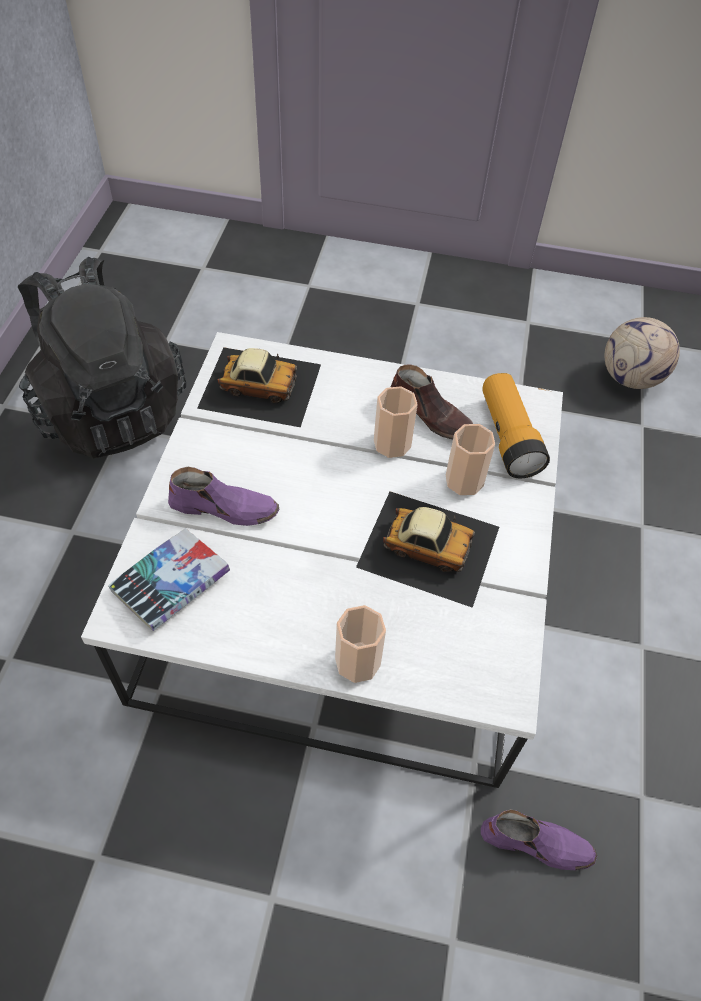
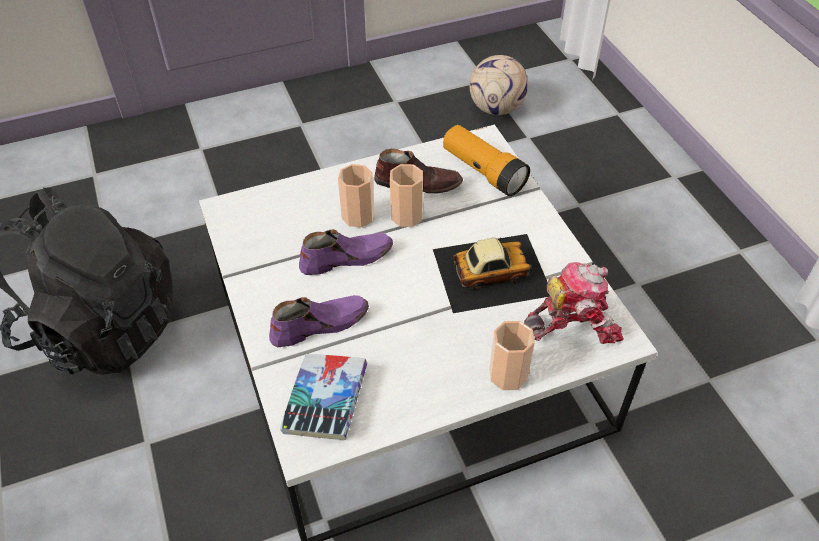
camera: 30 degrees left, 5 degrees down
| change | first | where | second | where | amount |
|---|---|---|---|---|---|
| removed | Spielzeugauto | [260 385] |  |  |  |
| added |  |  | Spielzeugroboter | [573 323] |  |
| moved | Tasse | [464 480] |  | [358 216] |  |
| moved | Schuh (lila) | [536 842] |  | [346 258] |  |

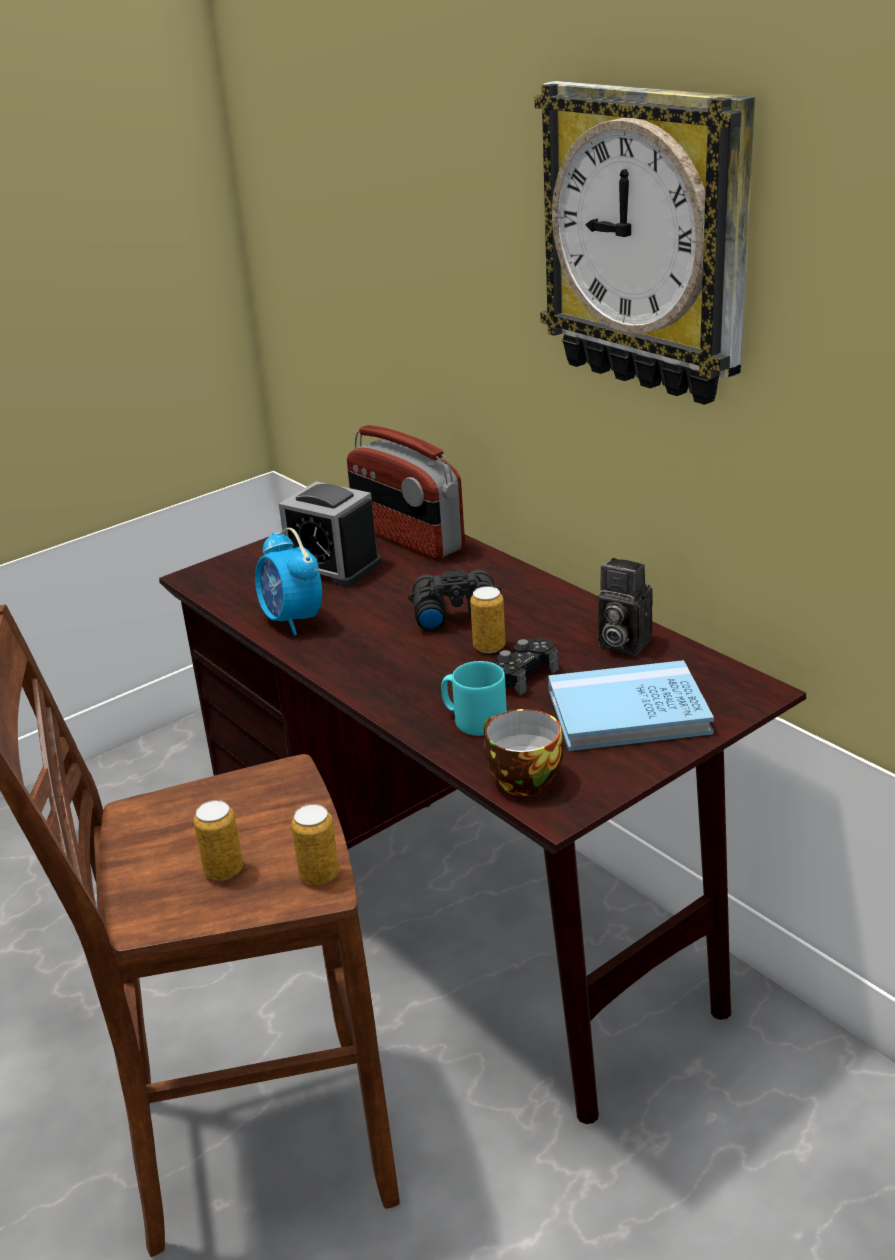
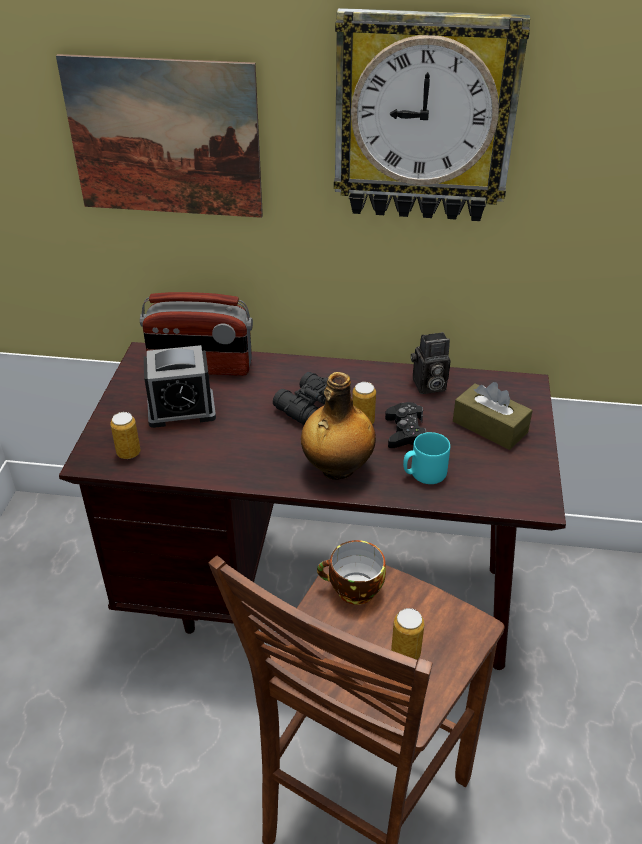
camera: 45 degrees left, 10 degrees up
| change | first | where | second | where | amount |
|---|---|---|---|---|---|
| removed | Wecker | [292 620] |  |  |  |
| added |  |  | Bild | [164 138] |  |
| added |  |  | Flasche | [336 469] |  |
| moved | Dose | [319 875] |  | [128 453] |  |
| moved | Tasse | [520 779] |  | [353 590] |  |
| replaced | Buch (blau) | [628 712] | Taschentuchbox (braun) | [489 427] |  |

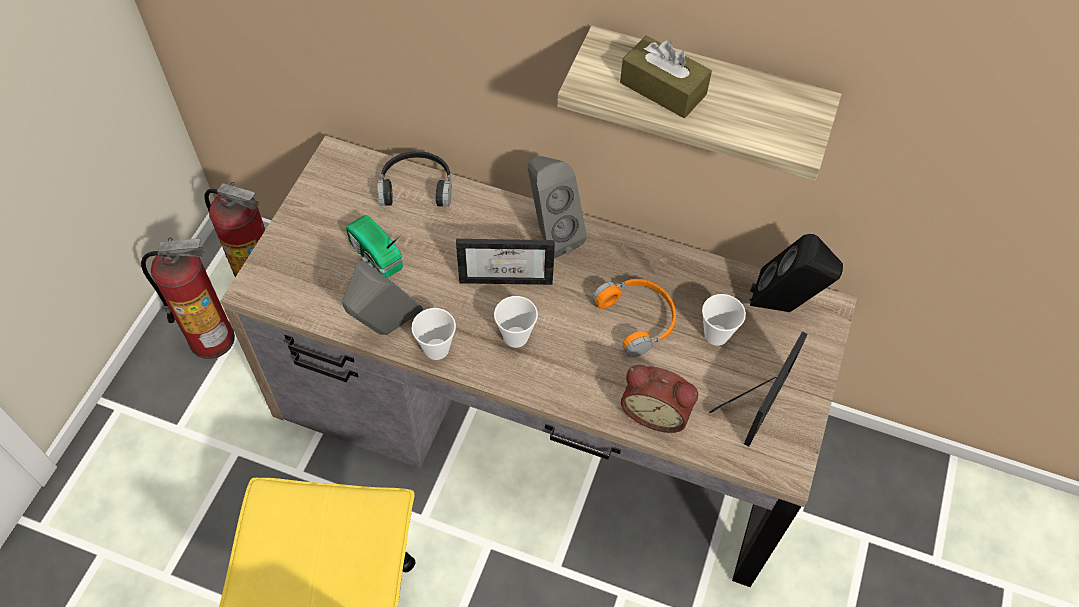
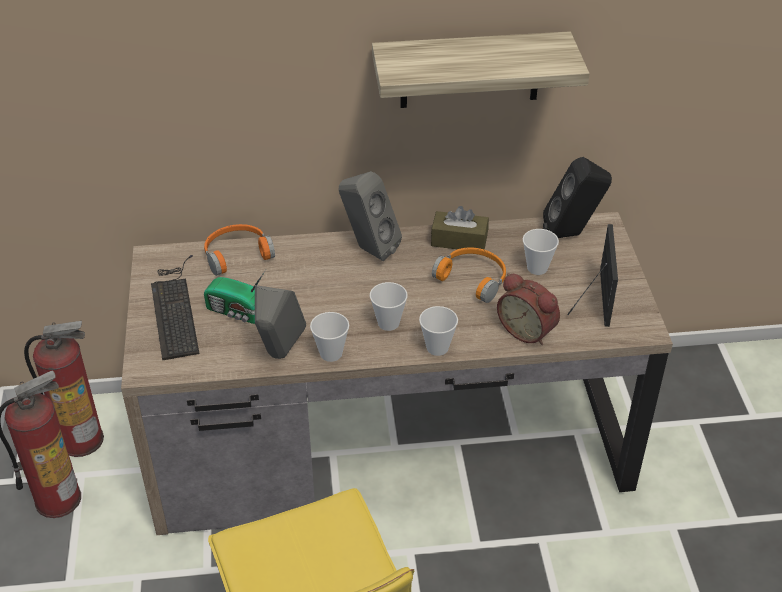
camera: 25 degrees left, 15 degrees down
| change | first | where | second | where | amount |
|---|---|---|---|---|---|
| removed | Bilderrahmen | [508 274] |  |  |  |
| added |  |  | Tastatur | [175 308] |  |
| added |  |  | Tasse | [437 347] |  |
| moved | Taschentuchbox (braun) | [663 88] |  | [459 240] |  |
| recoloured | Kopfhörer (schwarz) | [416 186] | Kopfhörer (orange) | [237 254] |  |
| turned | Wecker | [656 411] |  | [528 330] | 45 degrees clockwise |

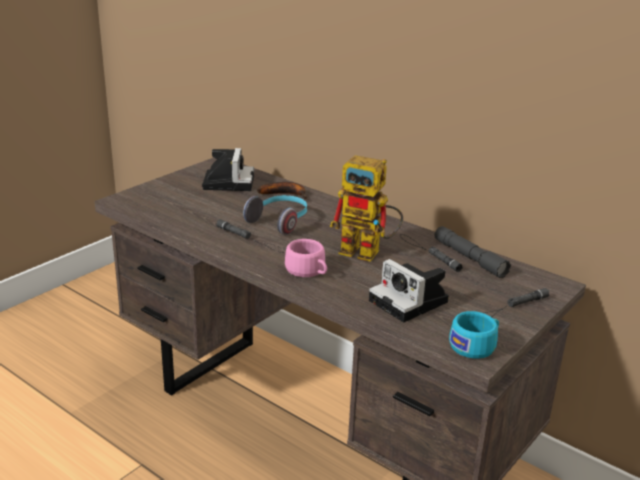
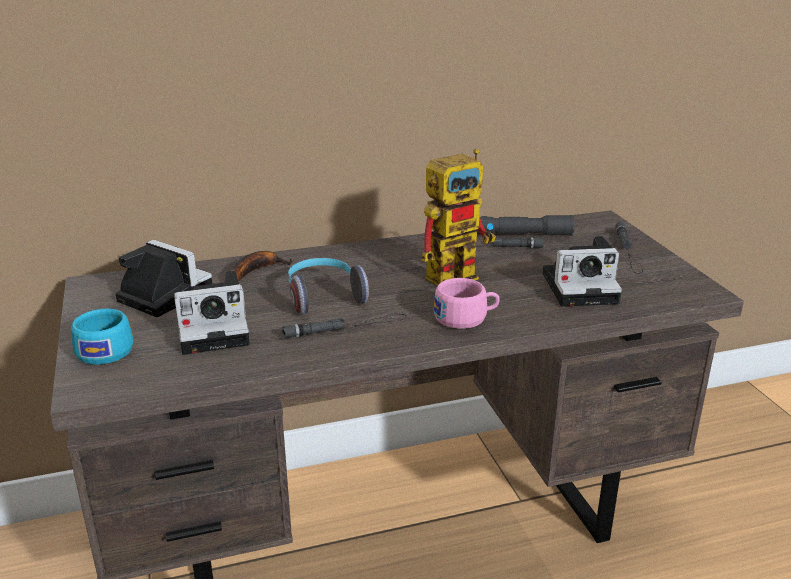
camera: 55 degrees left, 0 degrees up
| change | first | where | second | where | amount |
|---|---|---|---|---|---|
| added |  |  | Kamera | [216 329] |  |
| moved | Tasse (türkis) | [476 345] |  | [107 349] |  |

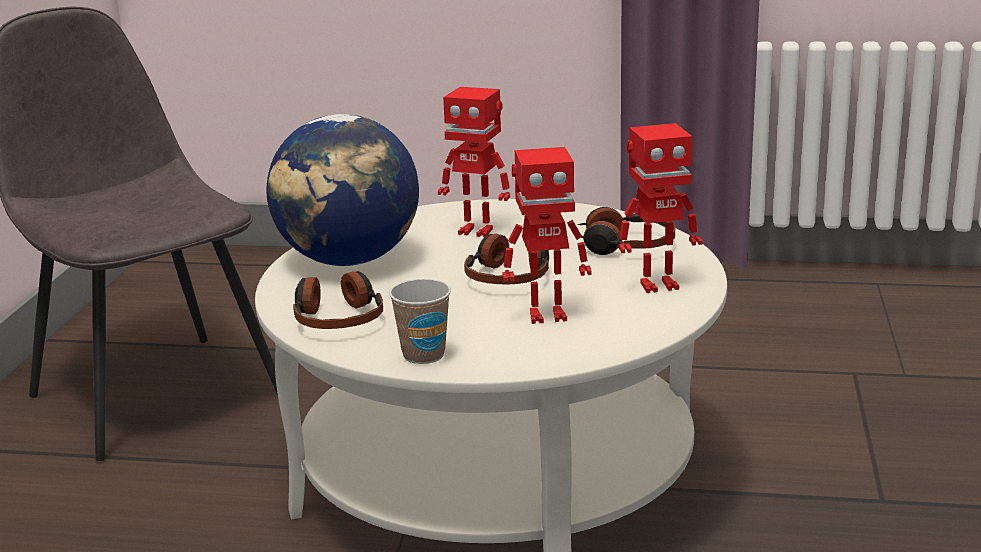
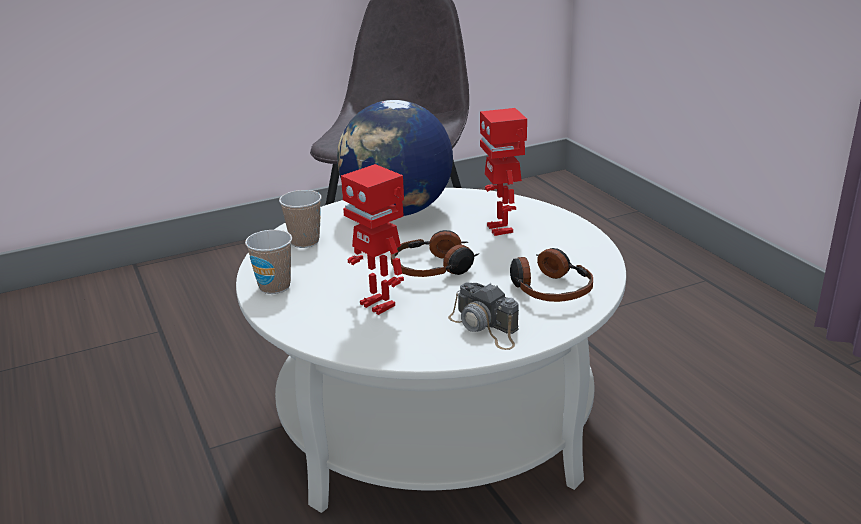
camera: 55 degrees right, 5 degrees up
| change | first | where | second | where | amount |
|---|---|---|---|---|---|
| replaced | Kopfhörer | [338 318] | Tasse | [305 242] |  |
| replaced | Spielzeugroboter | [657 285] | Kamera | [485 327] |  |

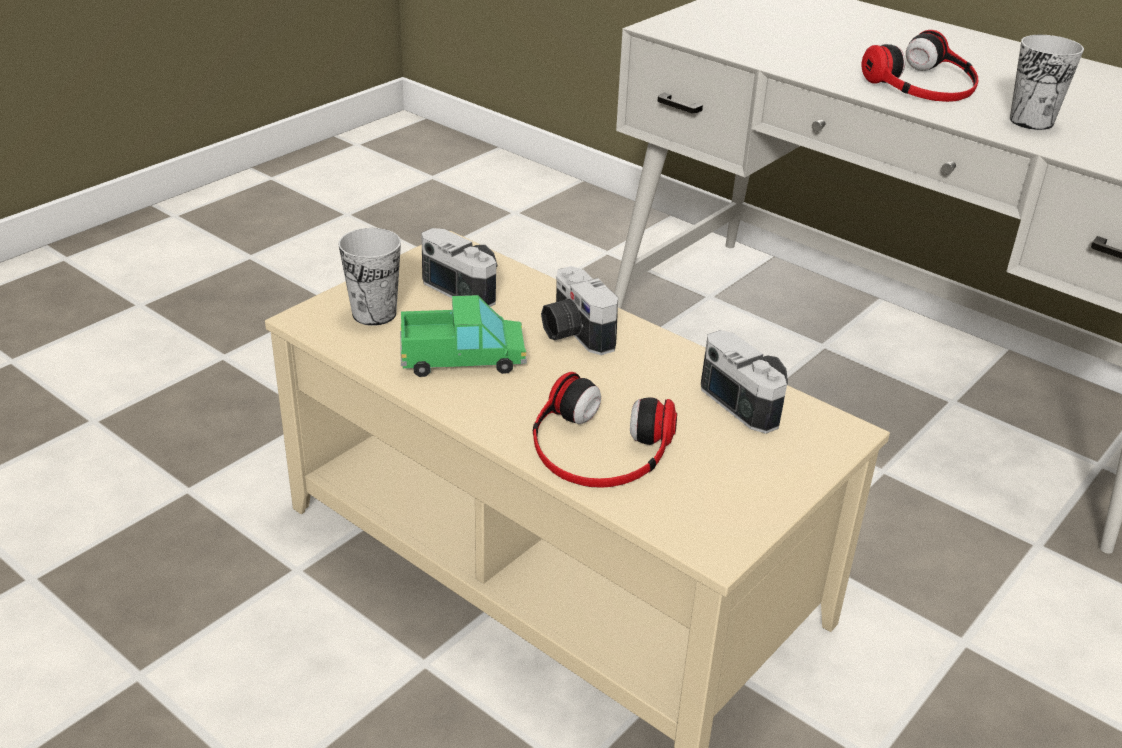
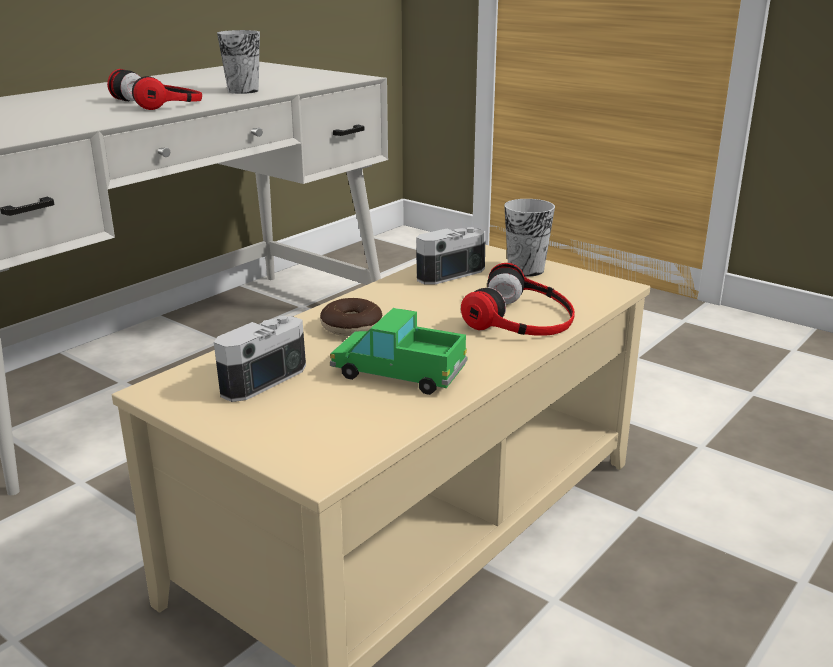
camera: 90 degrees left, 10 degrees down
| change | first | where | second | where | amount |
|---|---|---|---|---|---|
| moved | Tasse | [374 313] |  | [526 270] |  |
| replaced | Kamera | [573 333] | Donut | [351 327] |  |
| turned | Spielzeuglaster | [462 358] |  | [398 373] | 60 degrees counterclockwise |

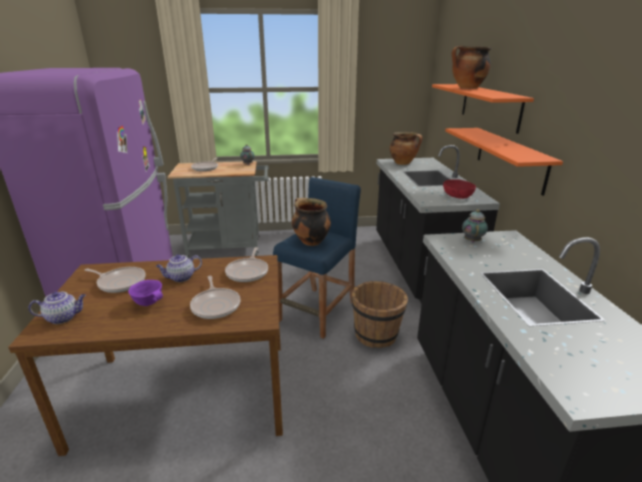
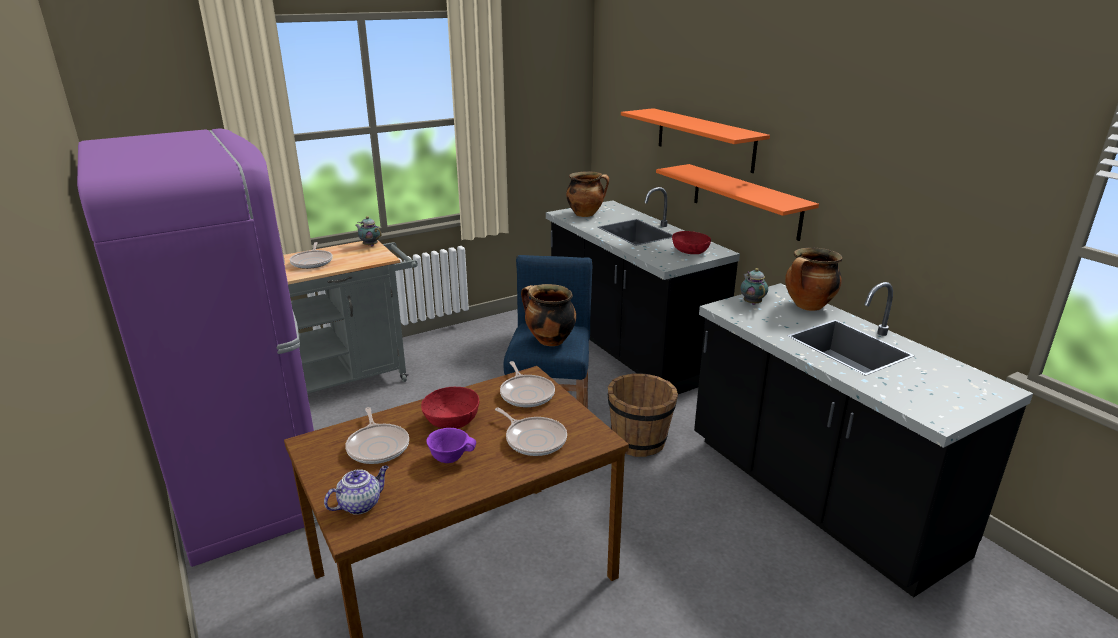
camera: 25 degrees left, 0 degrees up
| change | first | where | second | where | amount |
|---|---|---|---|---|---|
| moved | Kochtopf | [467 88] |  | [808 306] |  |
| replaced | Teekanne | [181 278] | Schüssel (rot) | [452 420] |  |
| turned | Pfanne | [120 282] |  | [378 446] | 75 degrees clockwise |

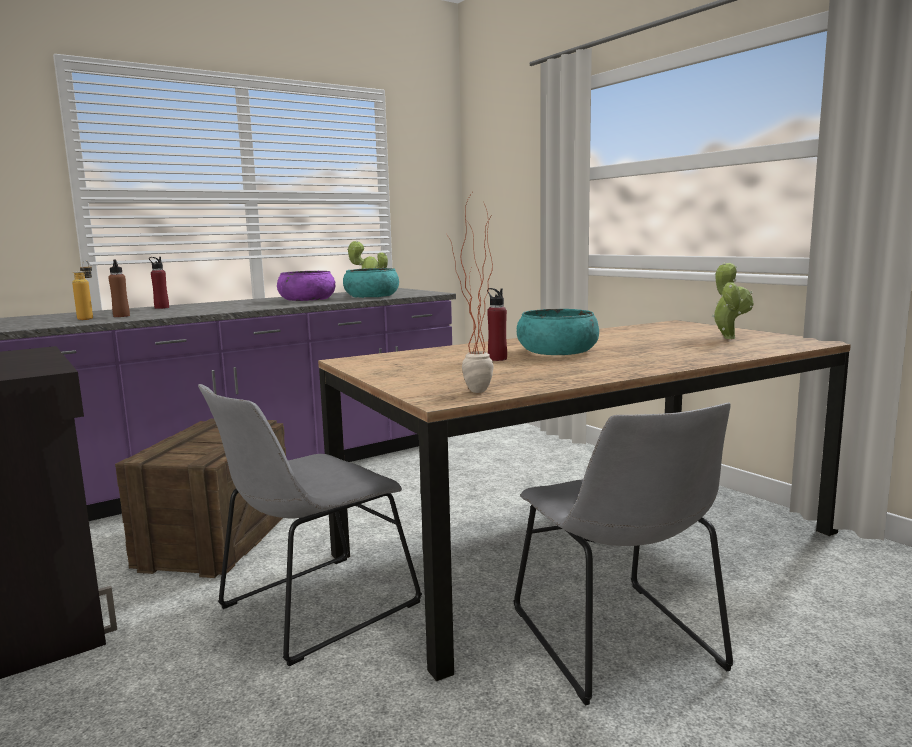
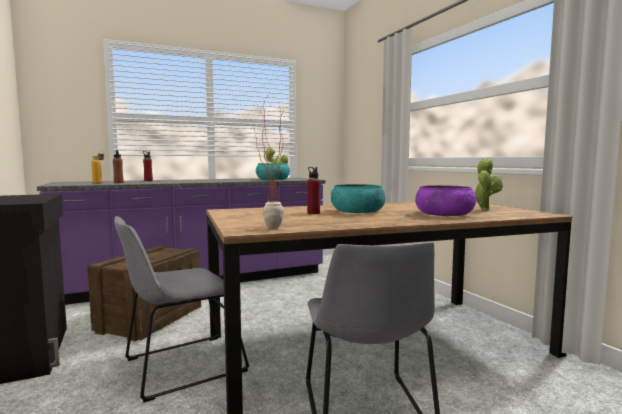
camera: 10 degrees right, 5 degrees down
| change | first | where | second | where | amount |
|---|---|---|---|---|---|
| moved | Schüssel (lila) | [307 300] |  | [444 214] |  |

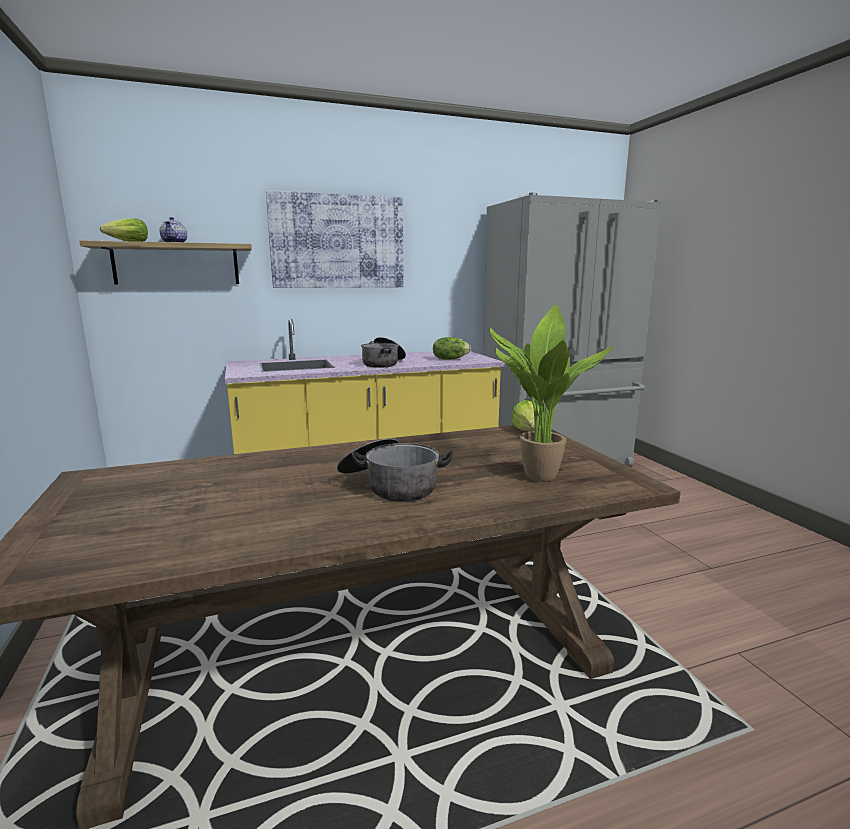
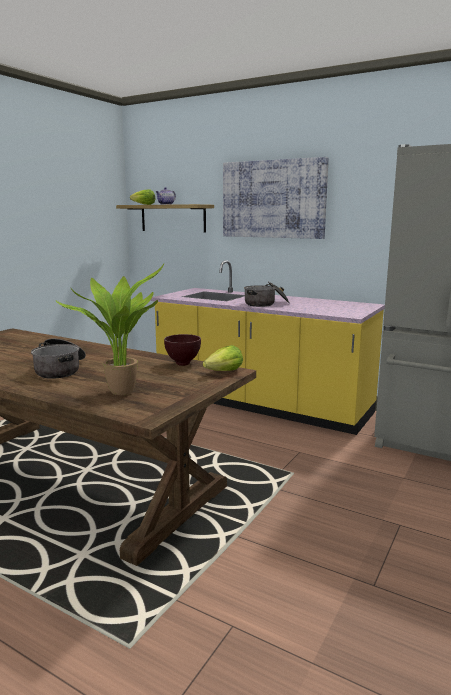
camera: 50 degrees right, 0 degrees up
| change | first | where | second | where | amount |
|---|---|---|---|---|---|
| removed | Salatkopf | [450 359] |  |  |  |
| added |  |  | Schüssel (braun) | [183 364] |  |

